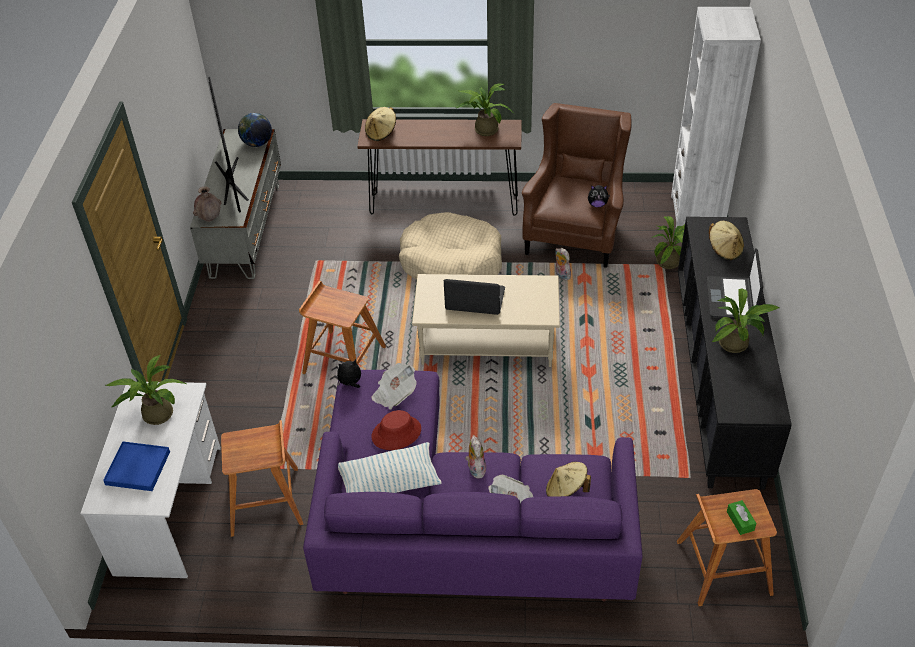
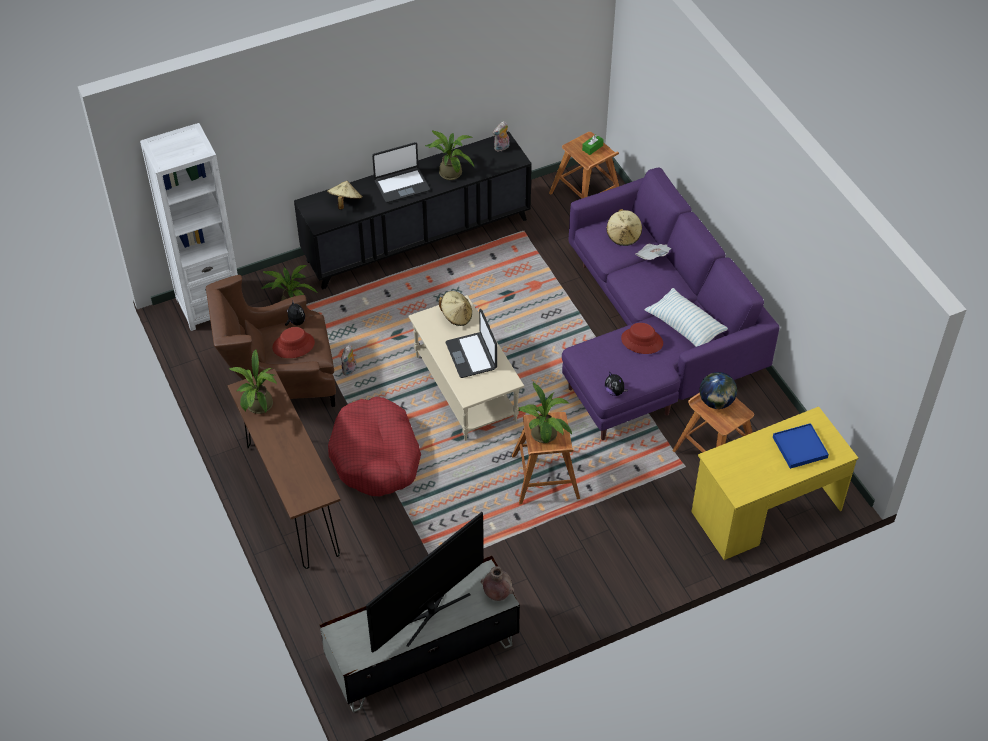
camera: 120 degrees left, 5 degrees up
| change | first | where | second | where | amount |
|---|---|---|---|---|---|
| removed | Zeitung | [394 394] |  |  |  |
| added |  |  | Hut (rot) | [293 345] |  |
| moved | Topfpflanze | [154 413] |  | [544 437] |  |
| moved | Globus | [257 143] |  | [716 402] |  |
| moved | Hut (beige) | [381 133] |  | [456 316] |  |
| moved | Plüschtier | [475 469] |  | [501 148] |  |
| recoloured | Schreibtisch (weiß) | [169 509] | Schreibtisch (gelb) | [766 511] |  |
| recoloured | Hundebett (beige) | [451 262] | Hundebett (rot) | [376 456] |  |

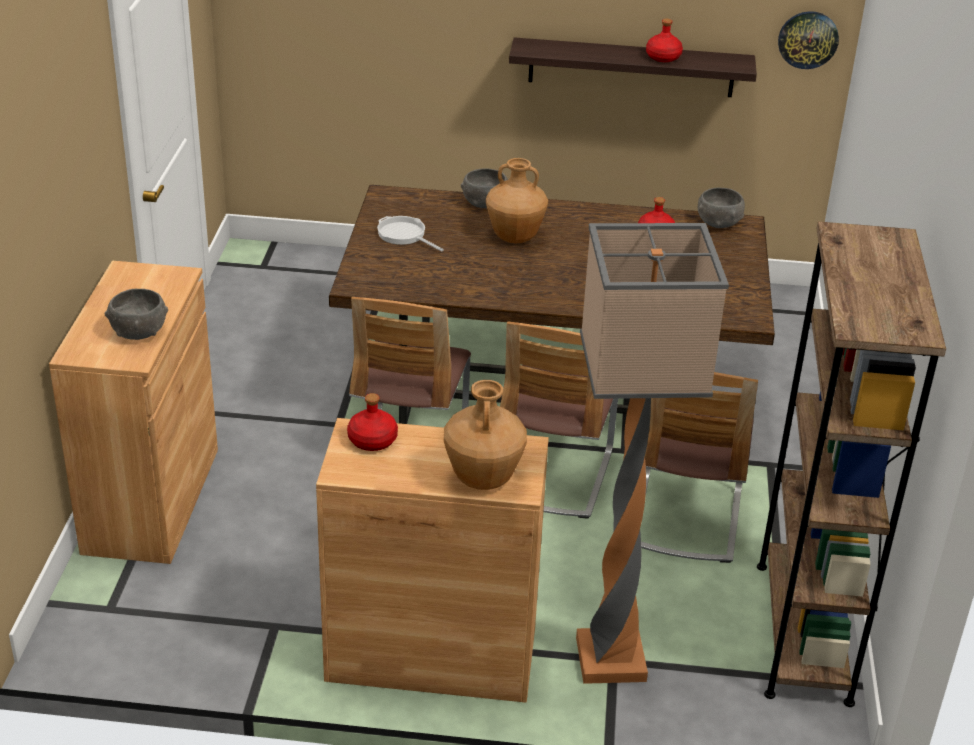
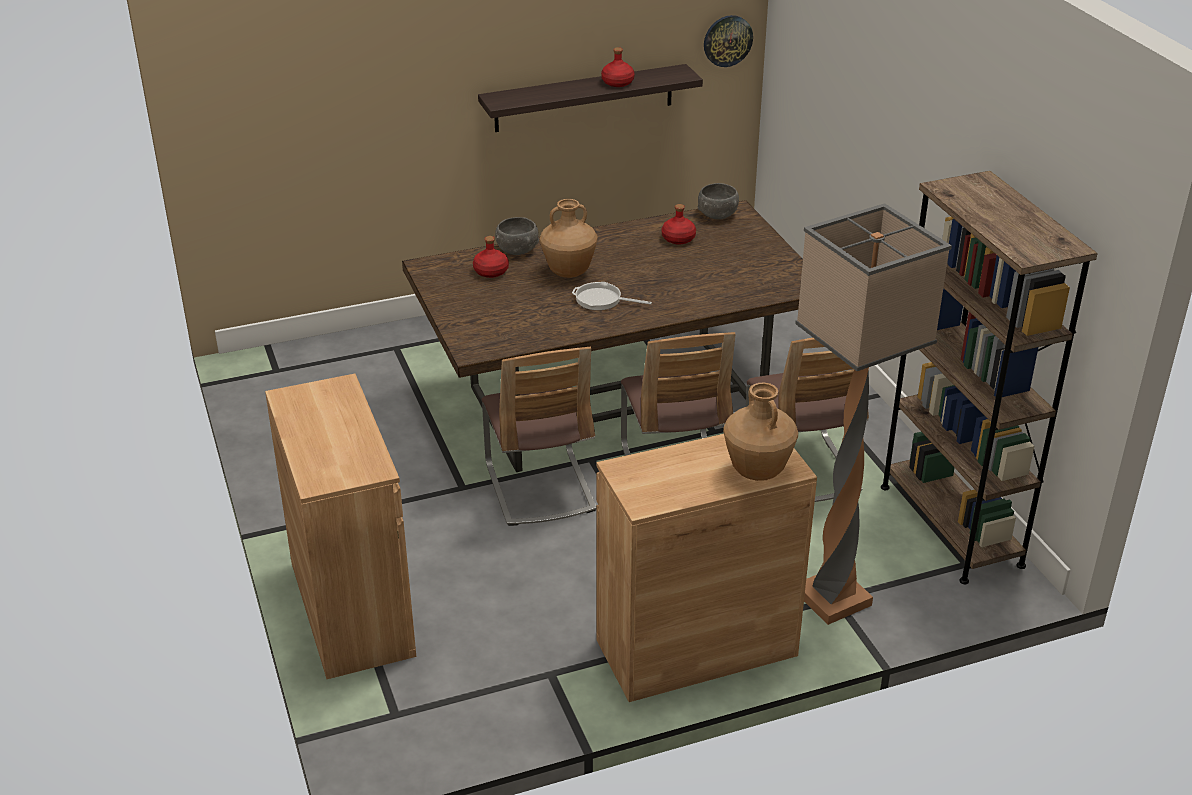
camera: 25 degrees left, 0 degrees up
| change | first | where | second | where | amount |
|---|---|---|---|---|---|
| removed | Schüssel (grau) | [139 332] |  |  |  |
| moved | Flasche (rot) | [372 440] |  | [491 272] |  |
| moved | Pfanne | [404 235] |  | [602 300] |  |

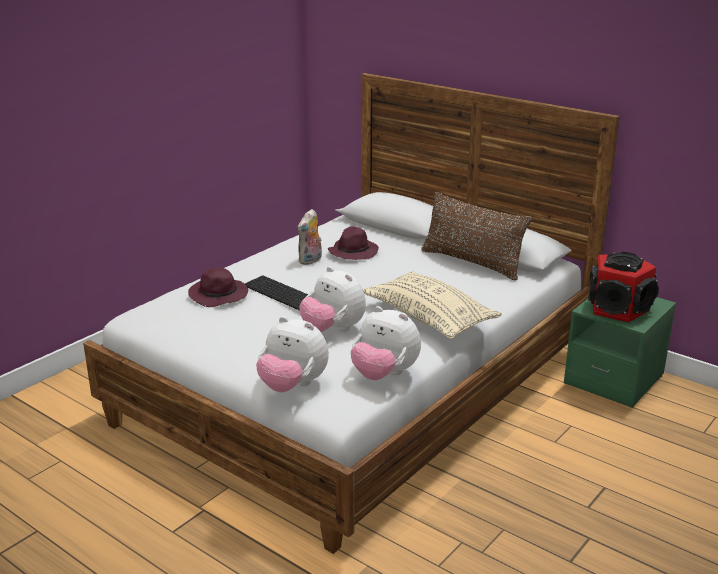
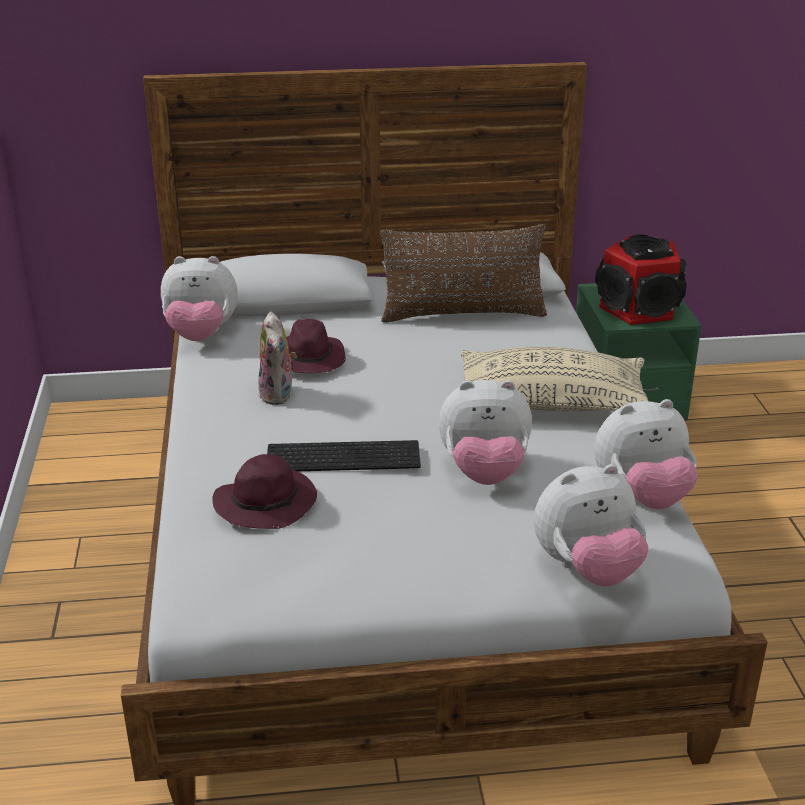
camera: 45 degrees left, 5 degrees up
| change | first | where | second | where | amount |
|---|---|---|---|---|---|
| added |  |  | Plüschtier | [201 335] |  |

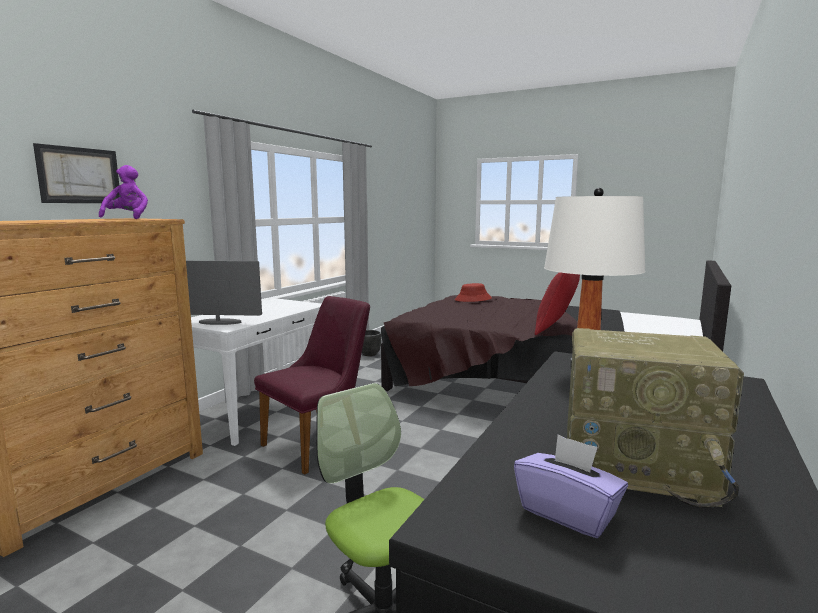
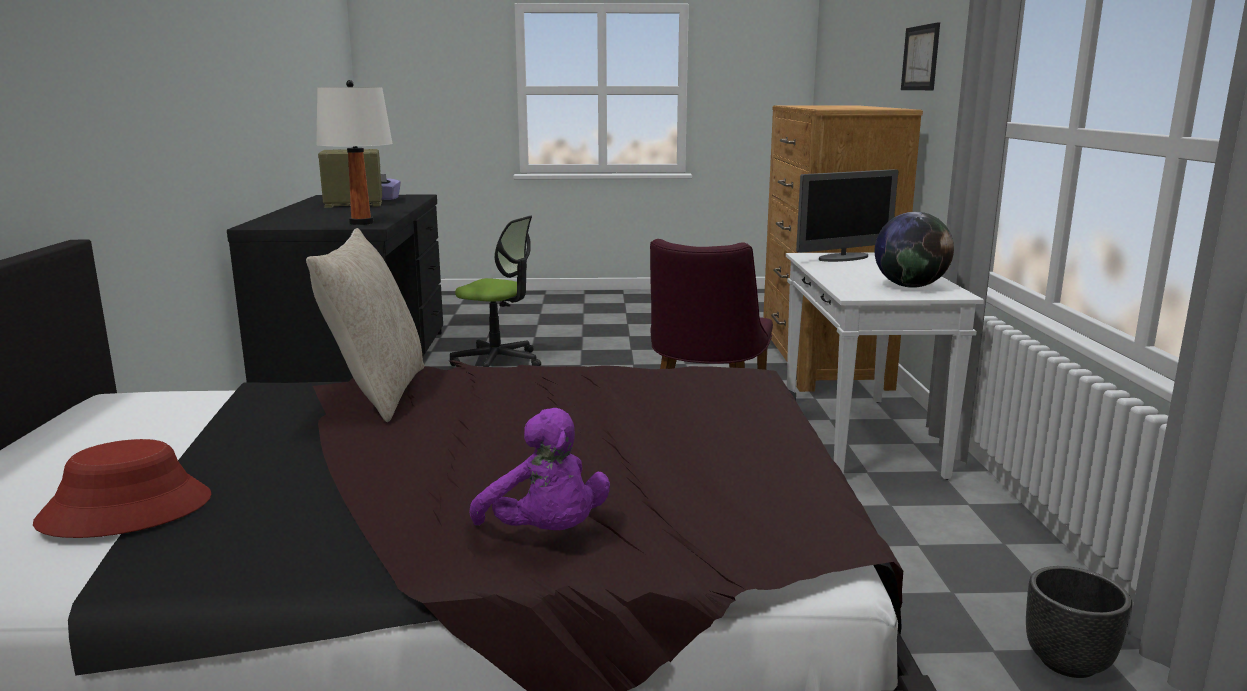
camera: 150 degrees right, 5 degrees up
| change | first | where | second | where | amount |
|---|---|---|---|---|---|
| added |  |  | Globus | [910 286] |  |
| moved | Plüschtier (lila) | [127 218] |  | [545 534] |  |
| moved | Hut (rot) | [473 299] |  | [126 510] |  |
| recoloured | Kissen (rot) | [556 328] | Kissen (beige) | [377 394] |  |

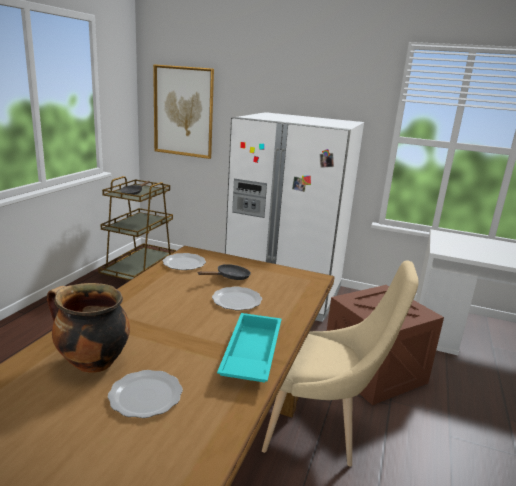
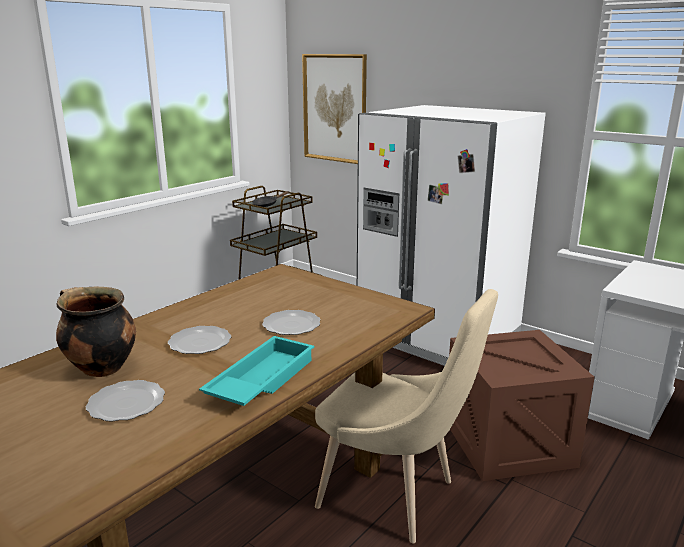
camera: 20 degrees right, 0 degrees up
| change | first | where | second | where | amount |
|---|---|---|---|---|---|
| removed | Pfanne (schwarz) | [230 277] |  |  |  |
| moved | Teller | [183 263] |  | [199 343] |  |

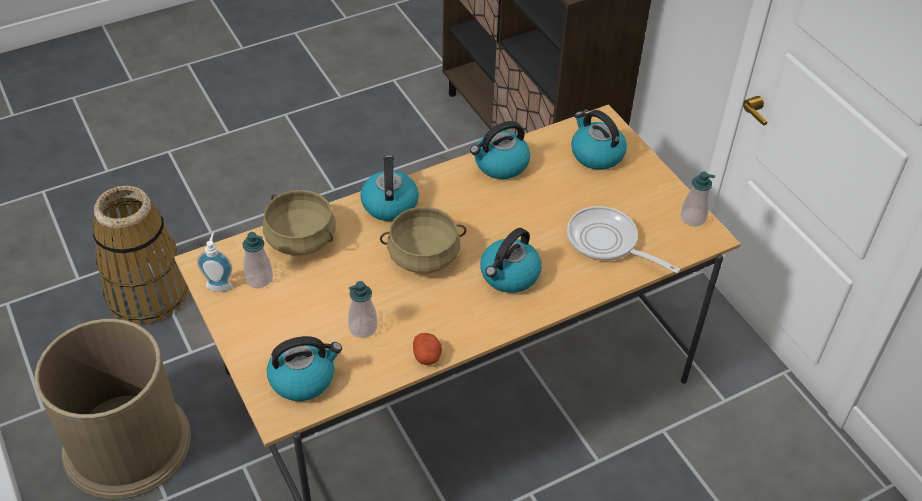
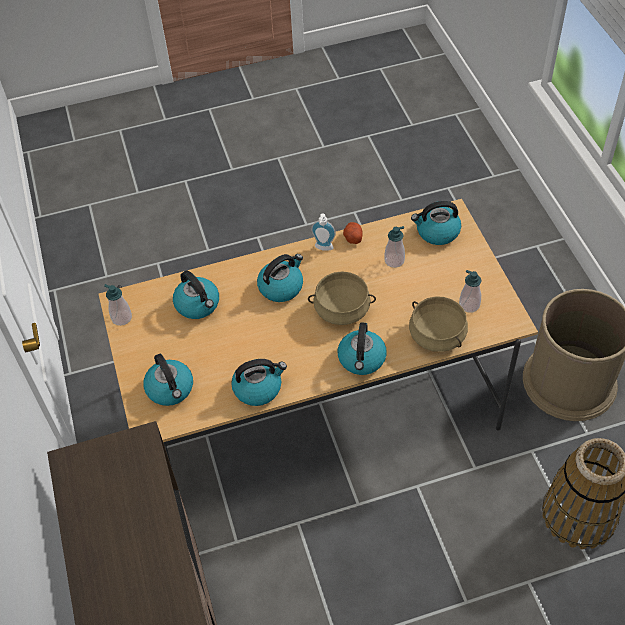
camera: 165 degrees left, 5 degrees up
| change | first | where | second | where | amount |
|---|---|---|---|---|---|
| moved | Seifenspender | [220 284] |  | [323 248] |  |
| replaced | Pfanne | [607 242] | Wasserkessel | [198 305] |  |

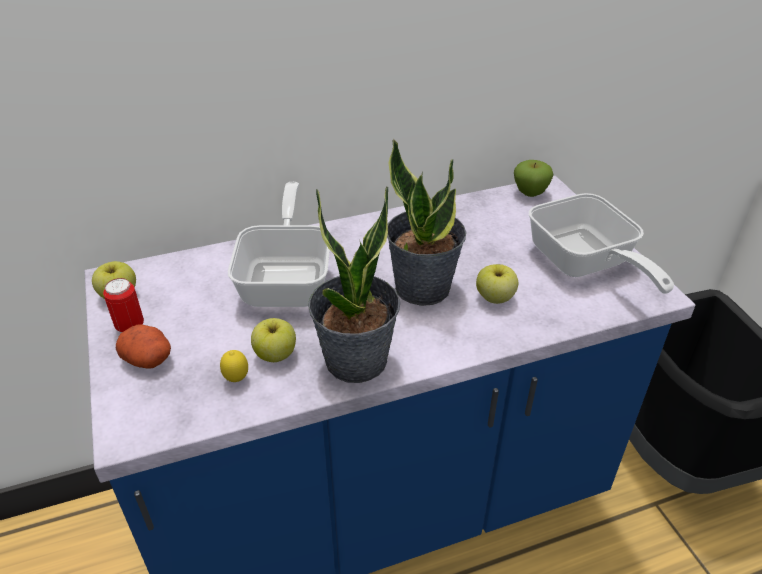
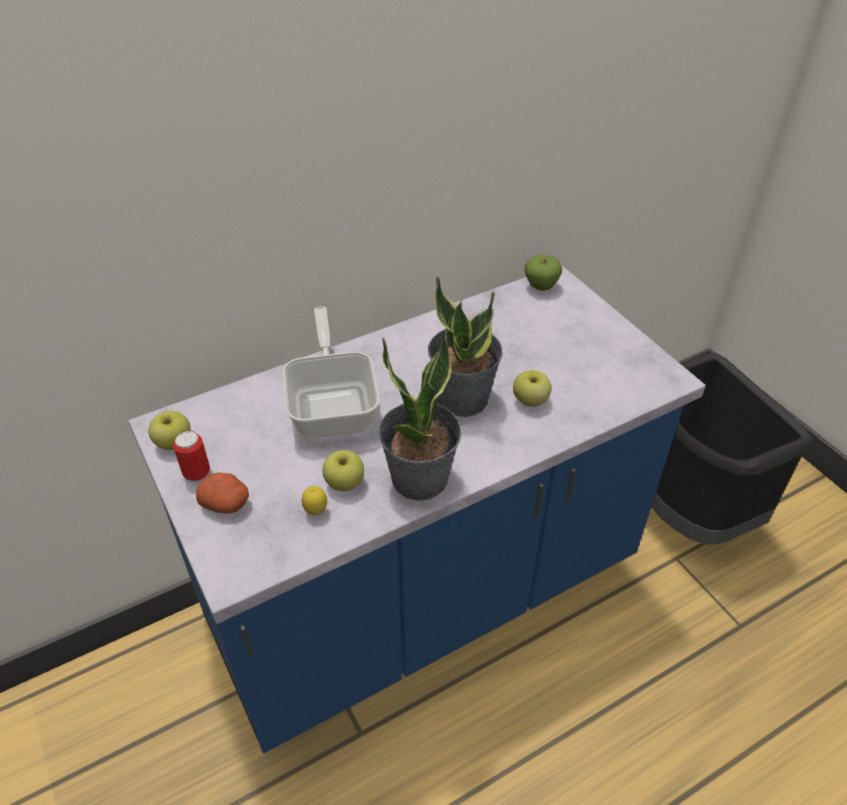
camera: 10 degrees left, 5 degrees up
| change | first | where | second | where | amount |
|---|---|---|---|---|---|
| removed | Pfanne | [584 265] |  |  |  |

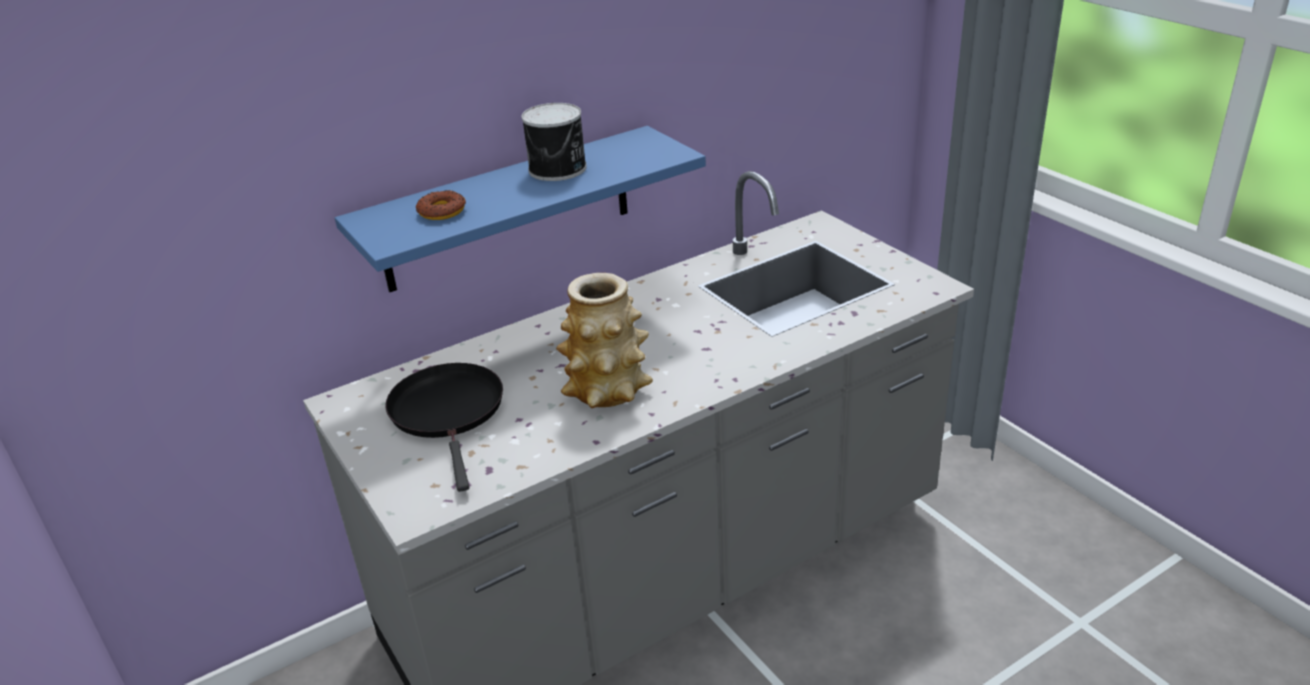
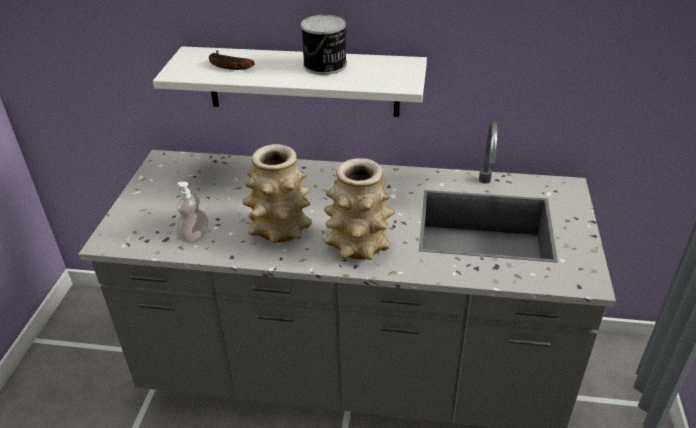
camera: 40 degrees right, 5 degrees up
| change | first | where | second | where | amount |
|---|---|---|---|---|---|
| removed | Pfanne (schwarz) | [448 412] |  |  |  |
| added |  |  | Seifenspender | [194 236] |  |
| added |  |  | Vase | [358 245] |  |
| replaced | Donut | [441 211] | Banane | [226 65] |  |
| recoloured | Wandregal (blau) | [508 209] | Wandregal (weiß) | [303 81] |  |

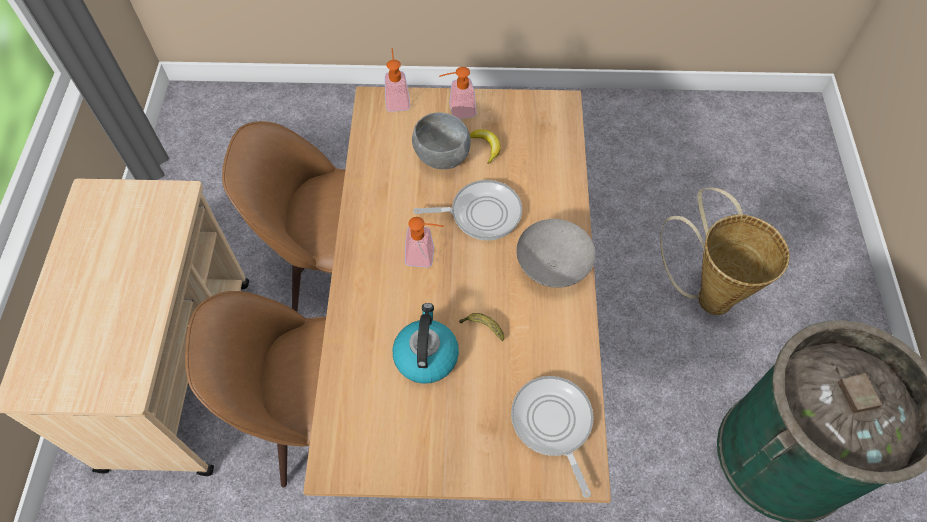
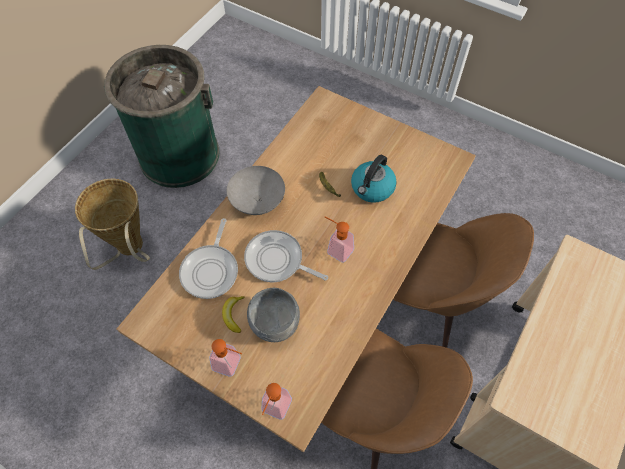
camera: 150 degrees left, 0 degrees up
| change | first | where | second | where | amount |
|---|---|---|---|---|---|
| moved | Pfanne | [553 424] |  | [211 270] |  |

